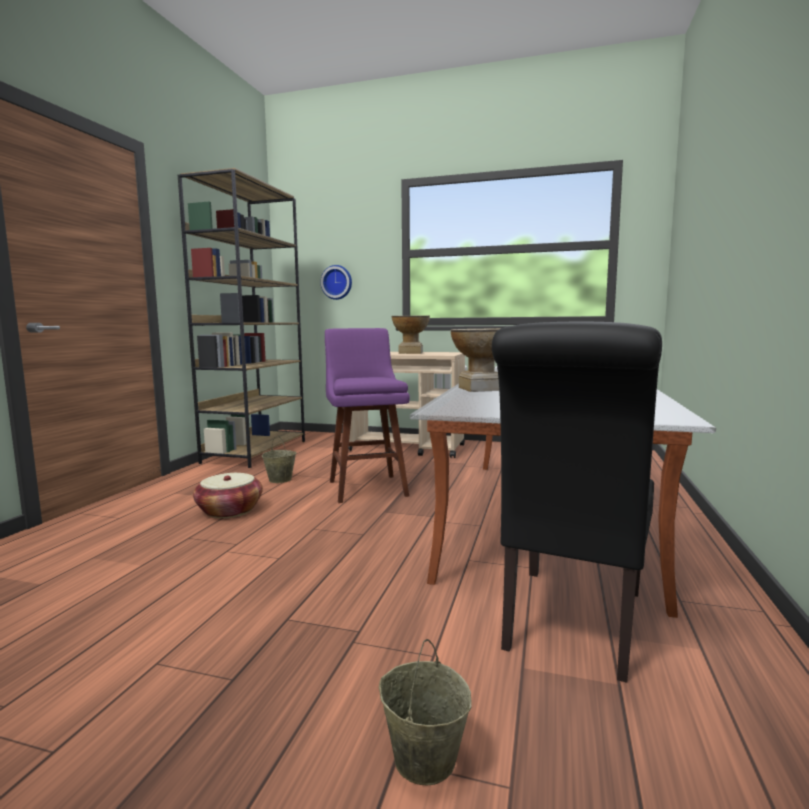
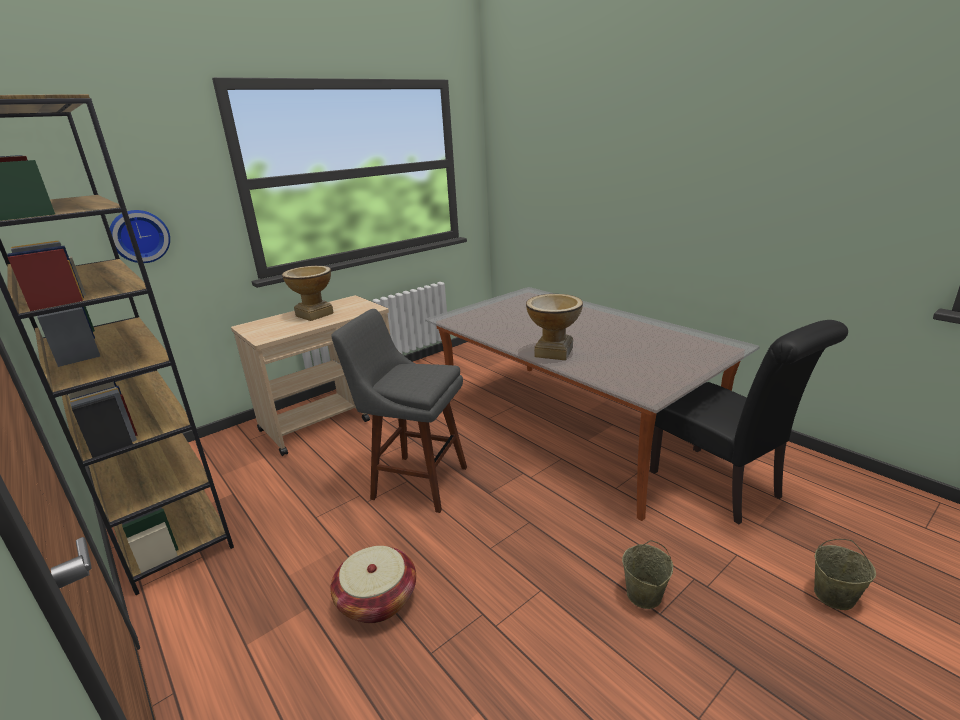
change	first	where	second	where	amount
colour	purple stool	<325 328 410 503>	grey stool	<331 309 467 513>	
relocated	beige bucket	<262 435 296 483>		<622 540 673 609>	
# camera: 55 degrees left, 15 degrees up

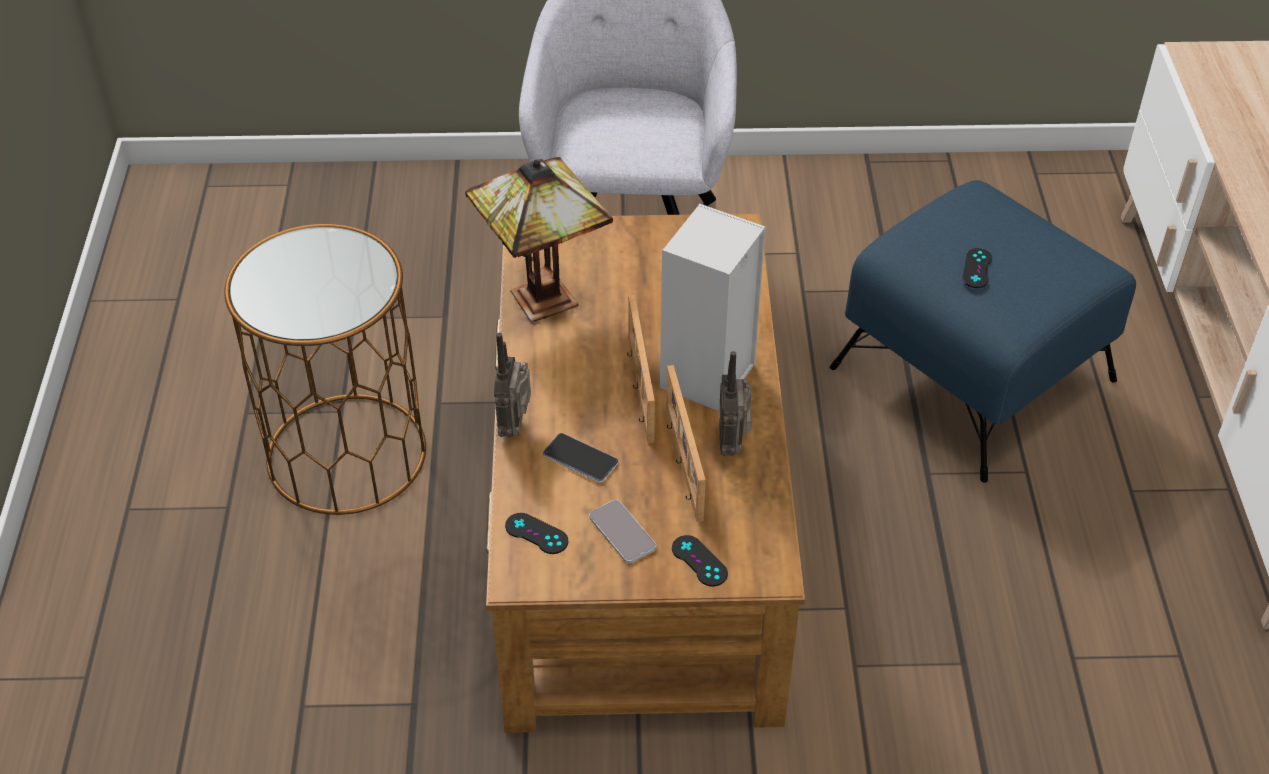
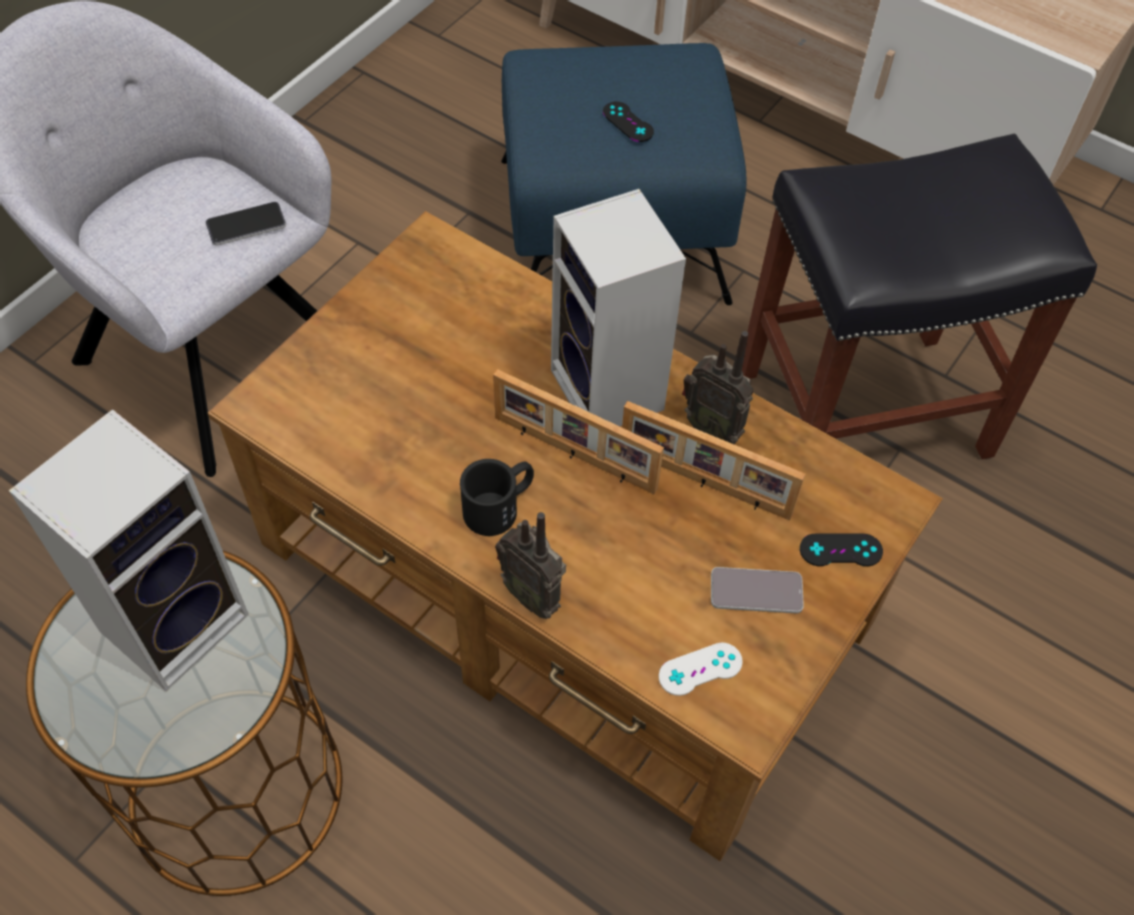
change	first	where	second	where	amount
missing	table lamp	<465 157 613 322>			
relocated	phone	<543 433 619 483>		<206 202 286 245>	
colour	black game controller	<505 513 568 554>	white game controller	<659 643 743 696>	
appeared			black stool	<742 133 1097 459>	
appeared			speaker	<9 409 249 691>	
appeared			black mug	<460 459 534 536>	
# camera: 55 degrees left, 10 degrees up

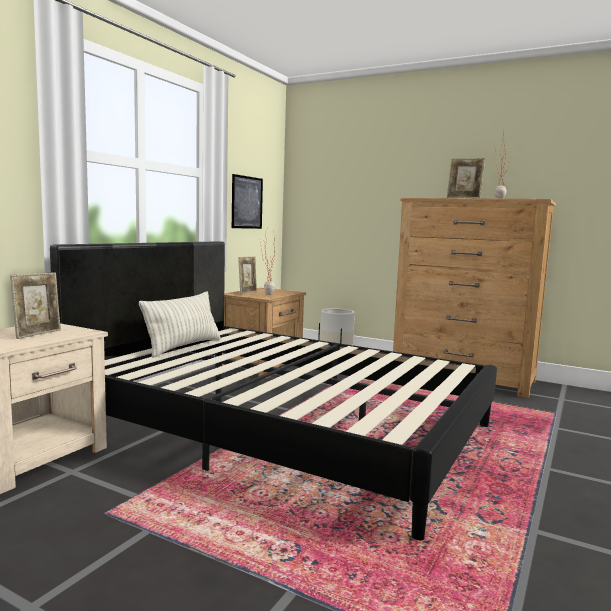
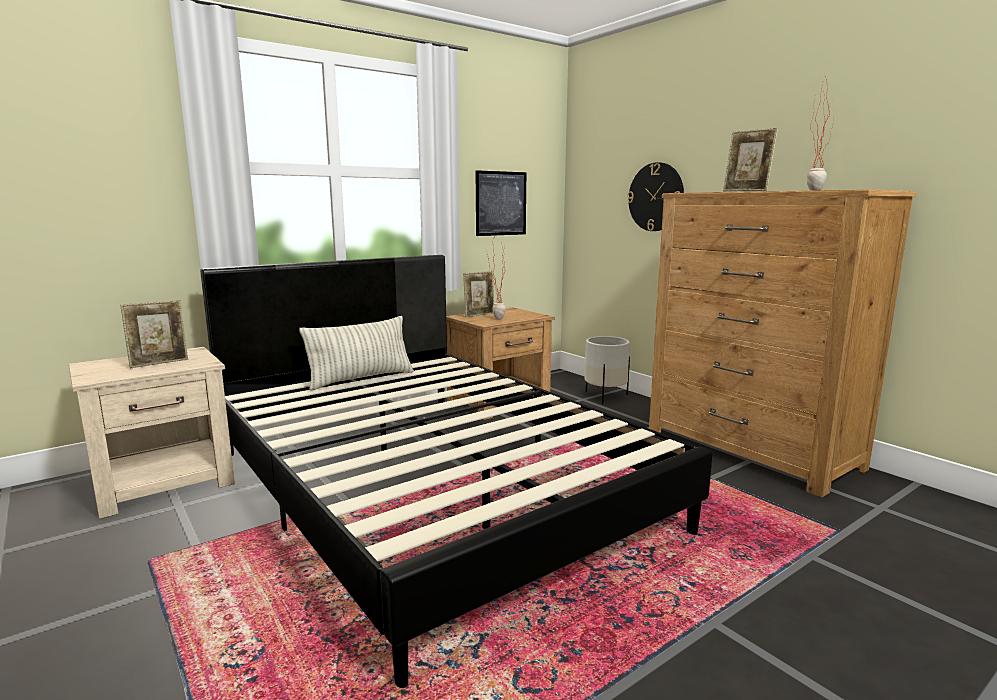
change	first	where	second	where	amount
appeared			wall clock	<627 162 684 231>	
# camera: 25 degrees right, 5 degrees up

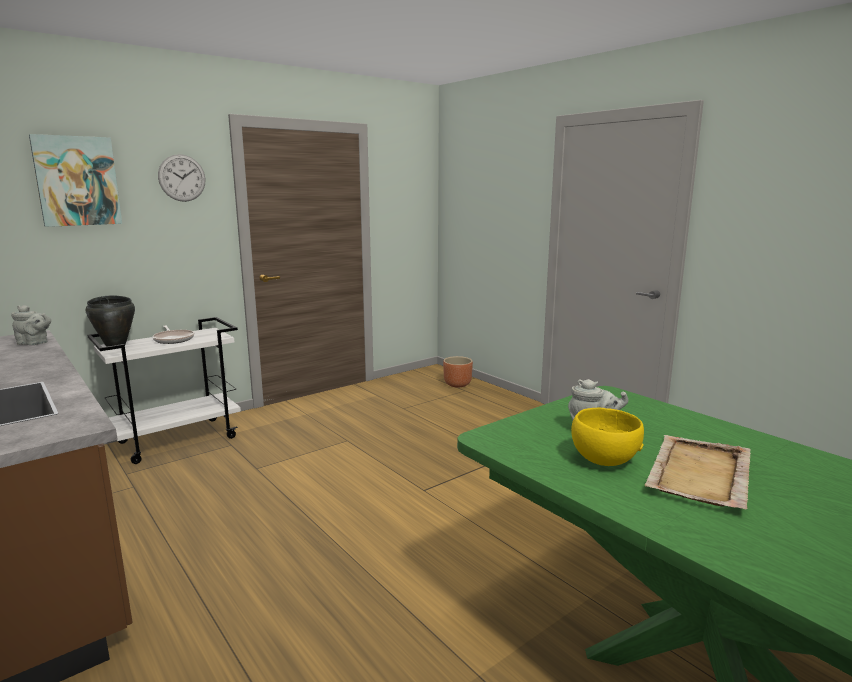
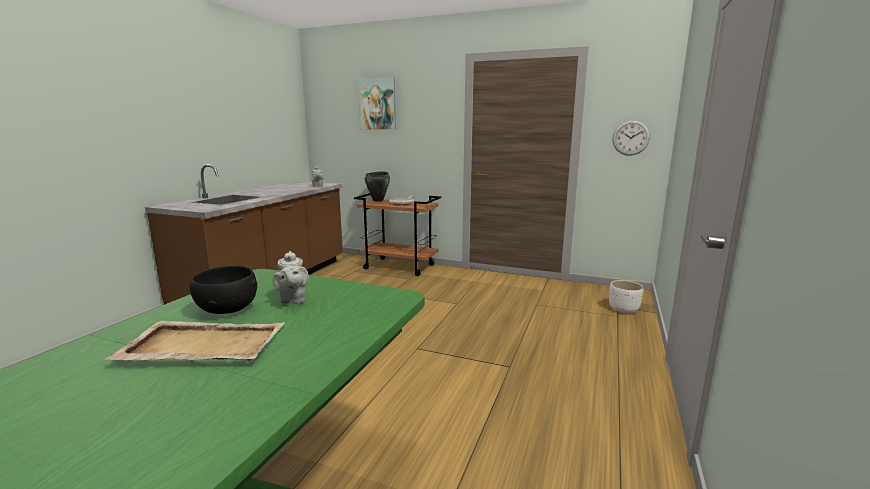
change	first	where	second	where	amount
relocated	wall clock	<158 154 205 202>		<612 120 650 156>	
colour	white cart	<88 317 241 464>	brown cart	<354 193 441 276>	
colour	brown planter	<443 356 473 387>	white planter	<609 280 643 314>	
colour	yellow bowl	<571 408 644 466>	black bowl	<189 266 257 314>	
# camera: 60 degrees right, 0 degrees up

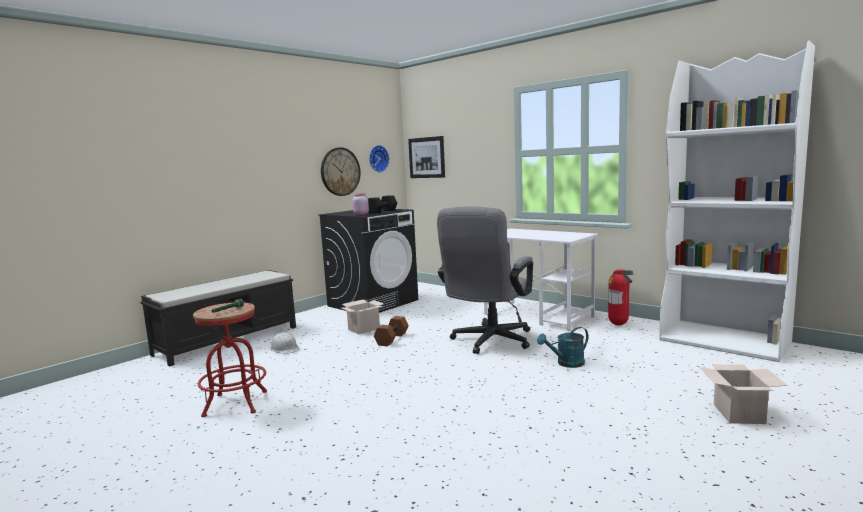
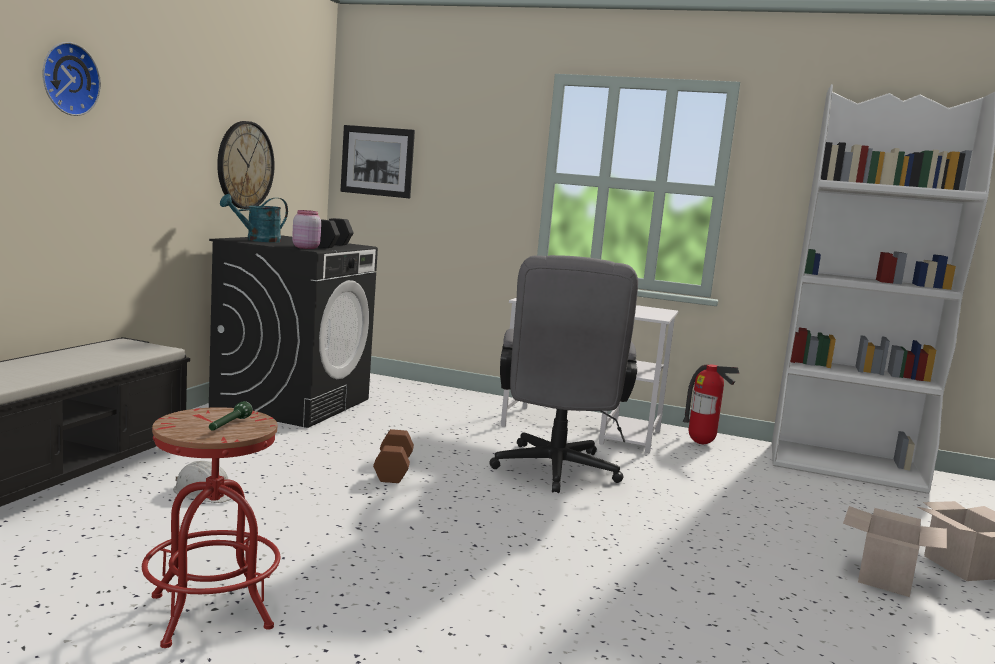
change	first	where	second	where	amount
relocated	wall clock	<369 145 389 172>		<42 42 101 116>	
relocated	cardboard box	<342 300 384 334>		<843 506 947 597>	
relocated	turquoise watering can	<537 327 588 368>		<220 194 288 242>	
# camera: 25 degrees left, 0 degrees up

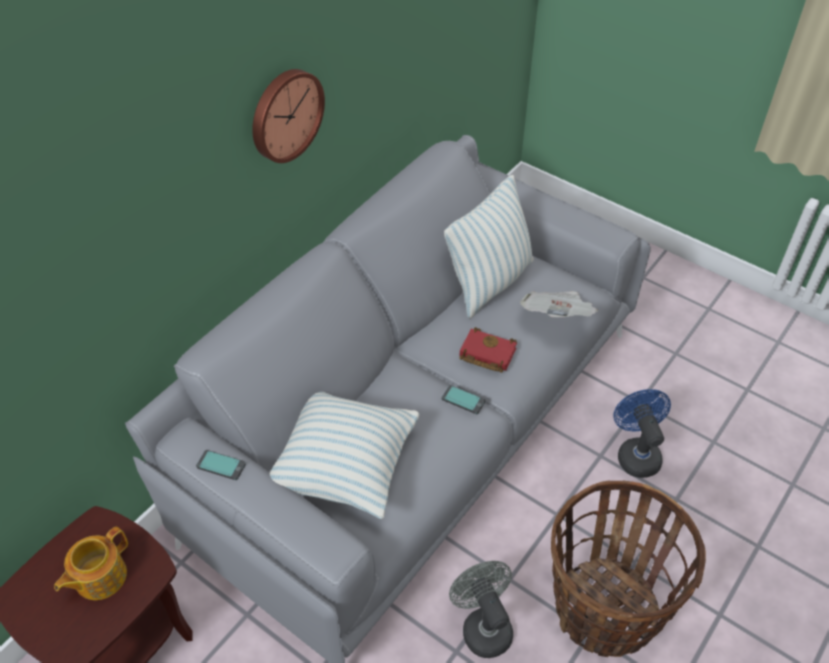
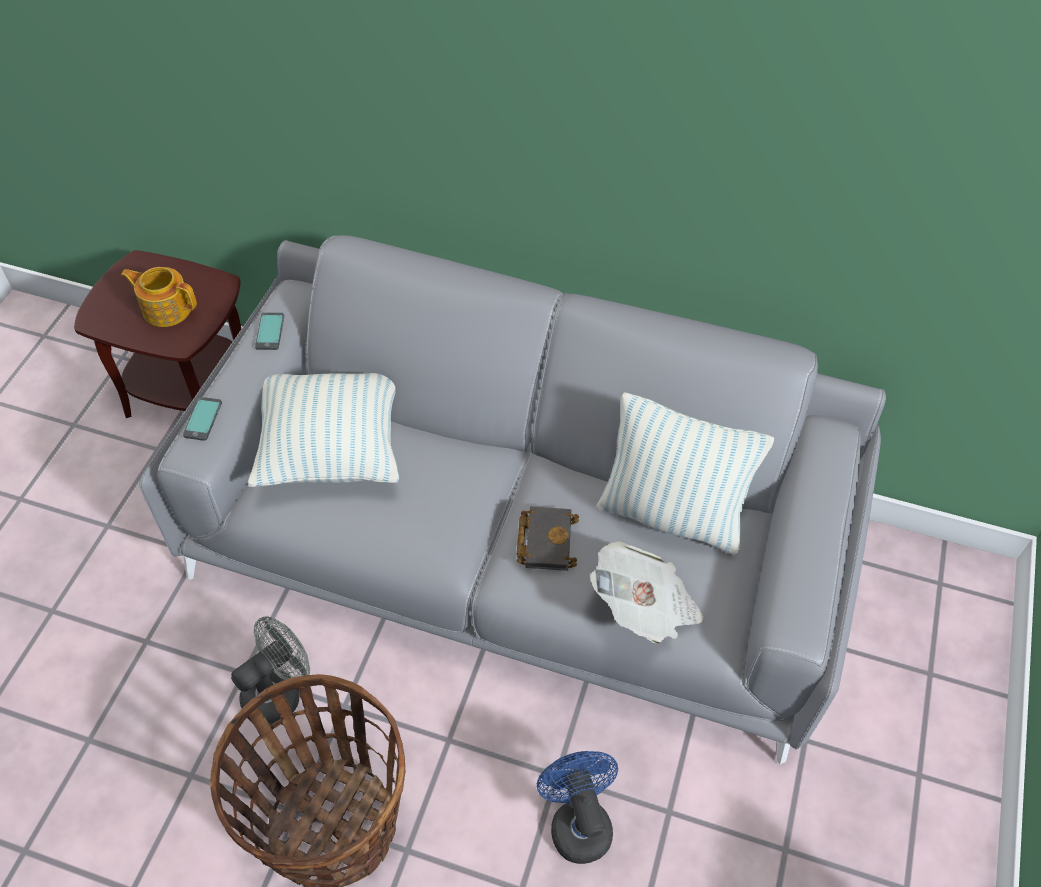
change	first	where	second	where	amount
missing	wall clock	<252 69 325 163>			
colour	red book	<459 327 517 373>	black book	<517 507 579 571>	
relocated	phone	<442 385 485 414>		<183 397 222 441>	
spun	blue fan	<613 389 671 478>		<537 751 618 864>	75 degrees counterclockwise
# camera: 70 degrees right, 5 degrees up

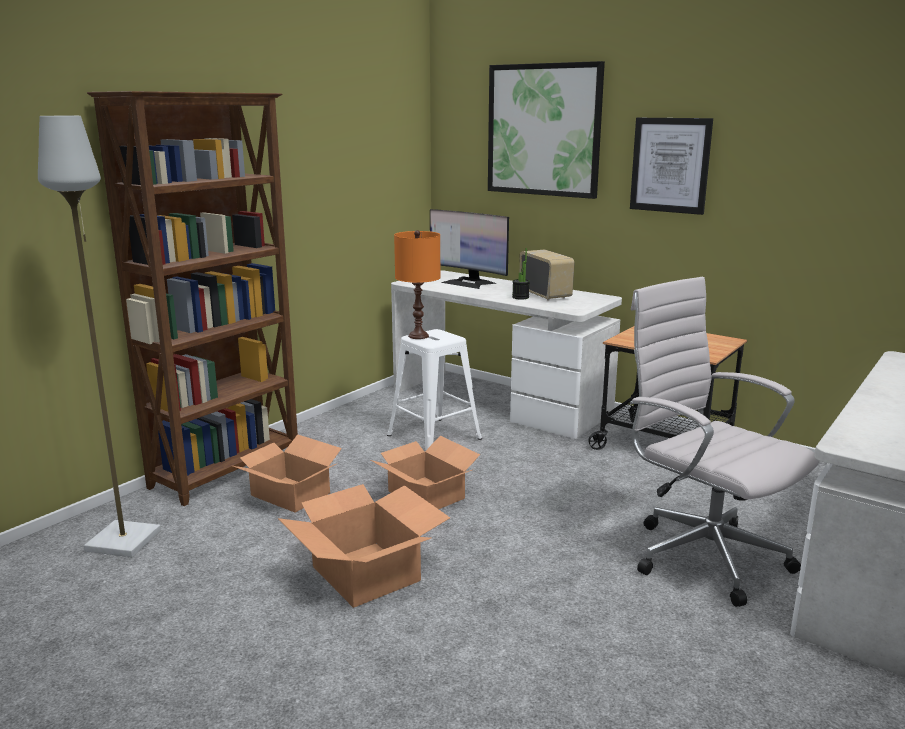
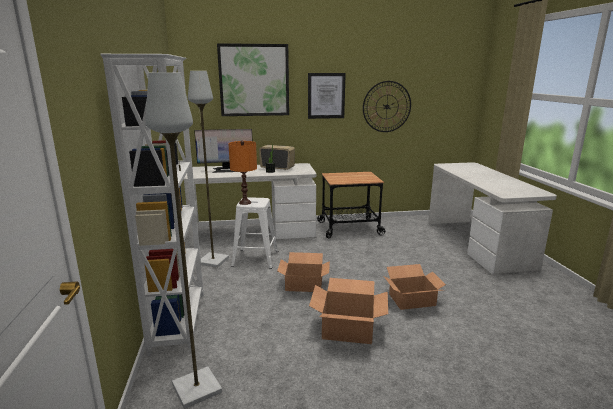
change	first	where	second	where	amount
colour	brown bookcase	<87 91 298 506>	white bookcase	<100 54 204 356>	
missing	white office chair	<630 277 820 607>			
relocated	cardboard box	<233 434 342 513>		<384 264 446 310>	
appeared			grey floor lamp	<188 71 229 268>	
appeared			wall clock	<363 81 411 132>	
# camera: 45 degrees left, 0 degrees up

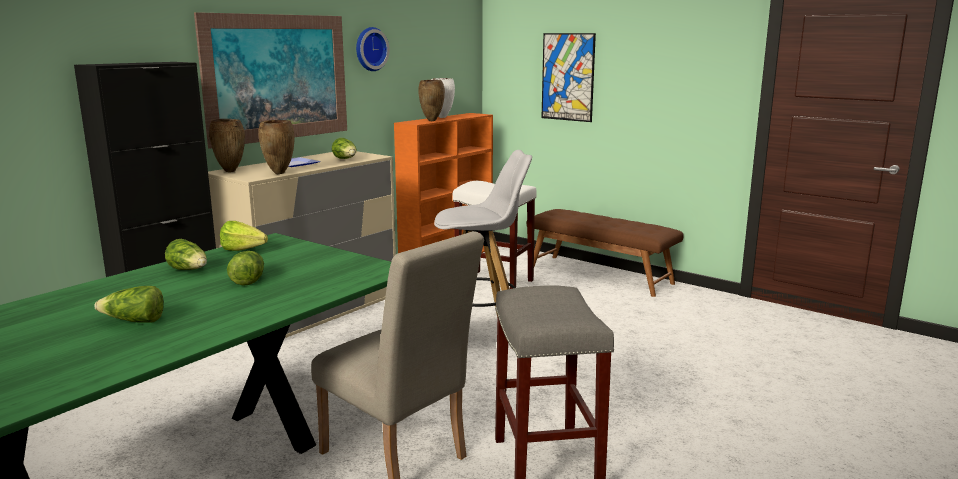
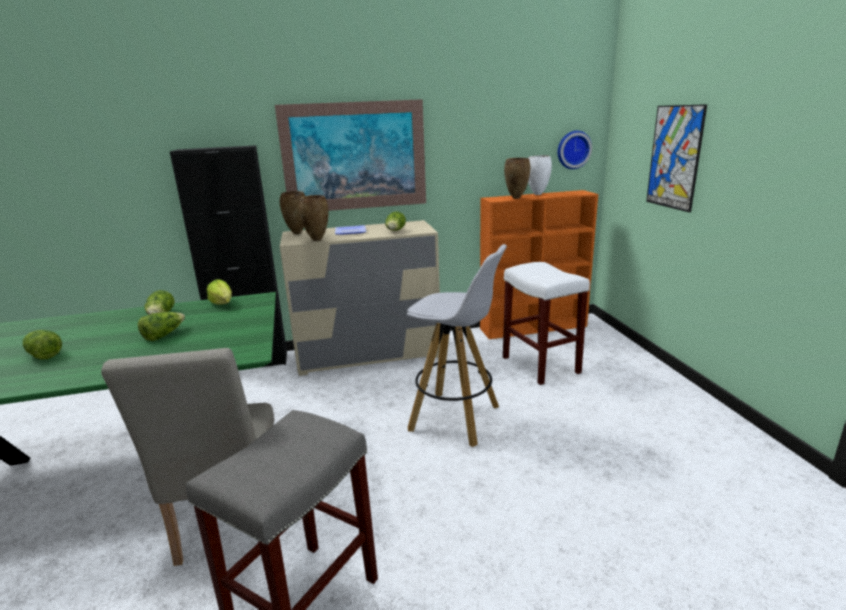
change	first	where	second	where	amount
relocated	wall clock	<356 27 390 71>		<558 131 592 169>	
missing	brown bench	<534 209 684 297>			
# camera: 40 degrees right, 5 degrees up

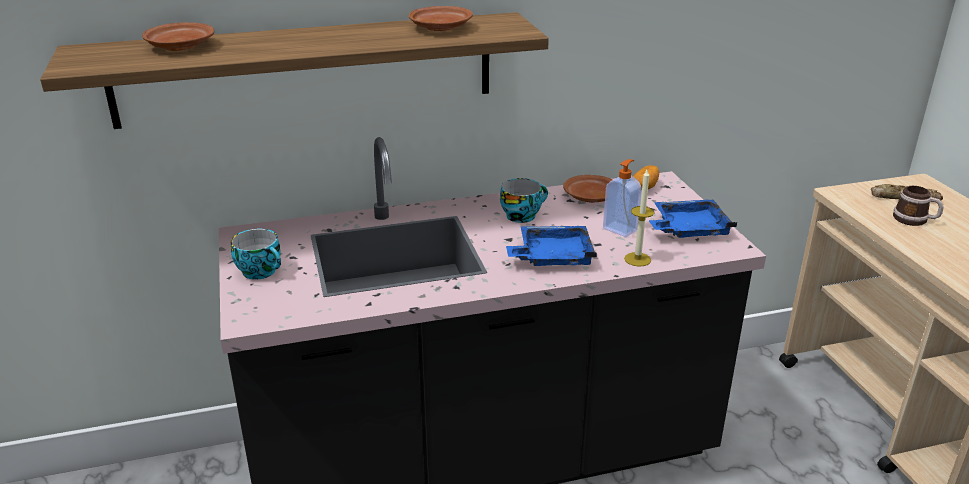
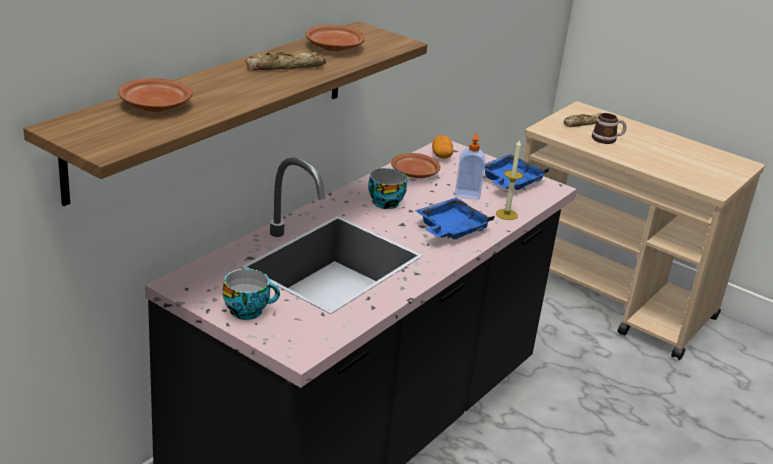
change	first	where	second	where	amount
appeared			bread	<245 52 326 70>	
# camera: 40 degrees left, 0 degrees up

